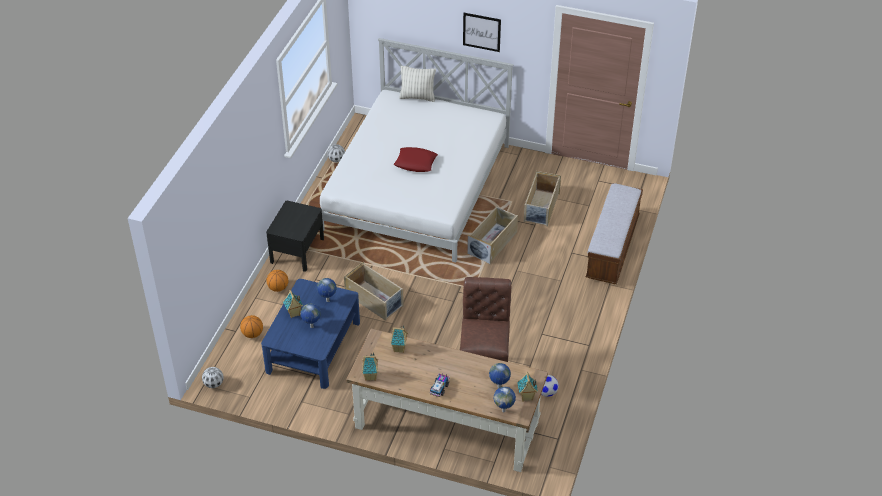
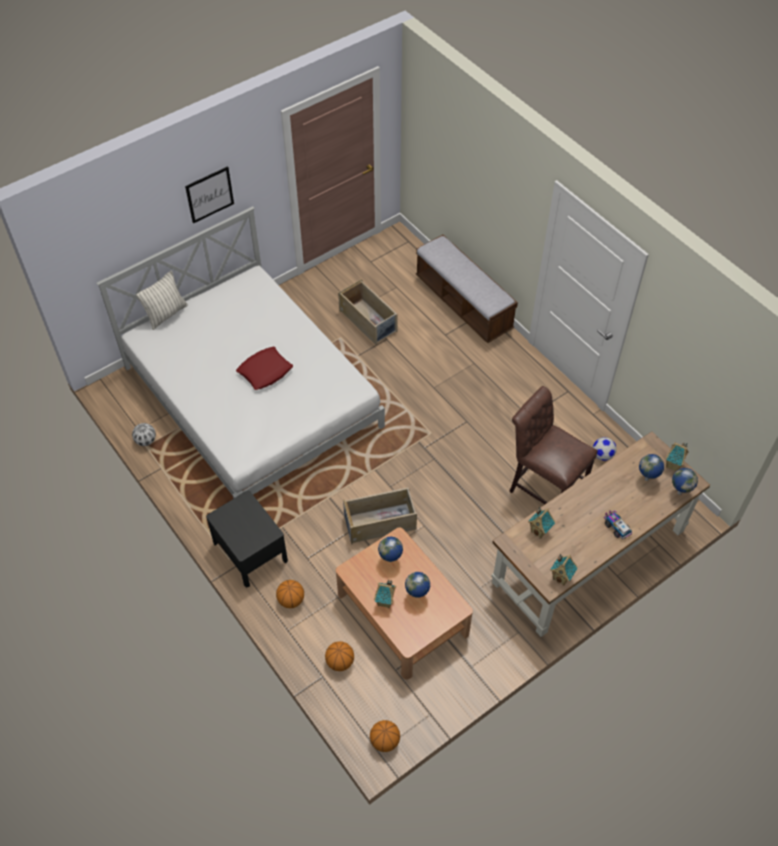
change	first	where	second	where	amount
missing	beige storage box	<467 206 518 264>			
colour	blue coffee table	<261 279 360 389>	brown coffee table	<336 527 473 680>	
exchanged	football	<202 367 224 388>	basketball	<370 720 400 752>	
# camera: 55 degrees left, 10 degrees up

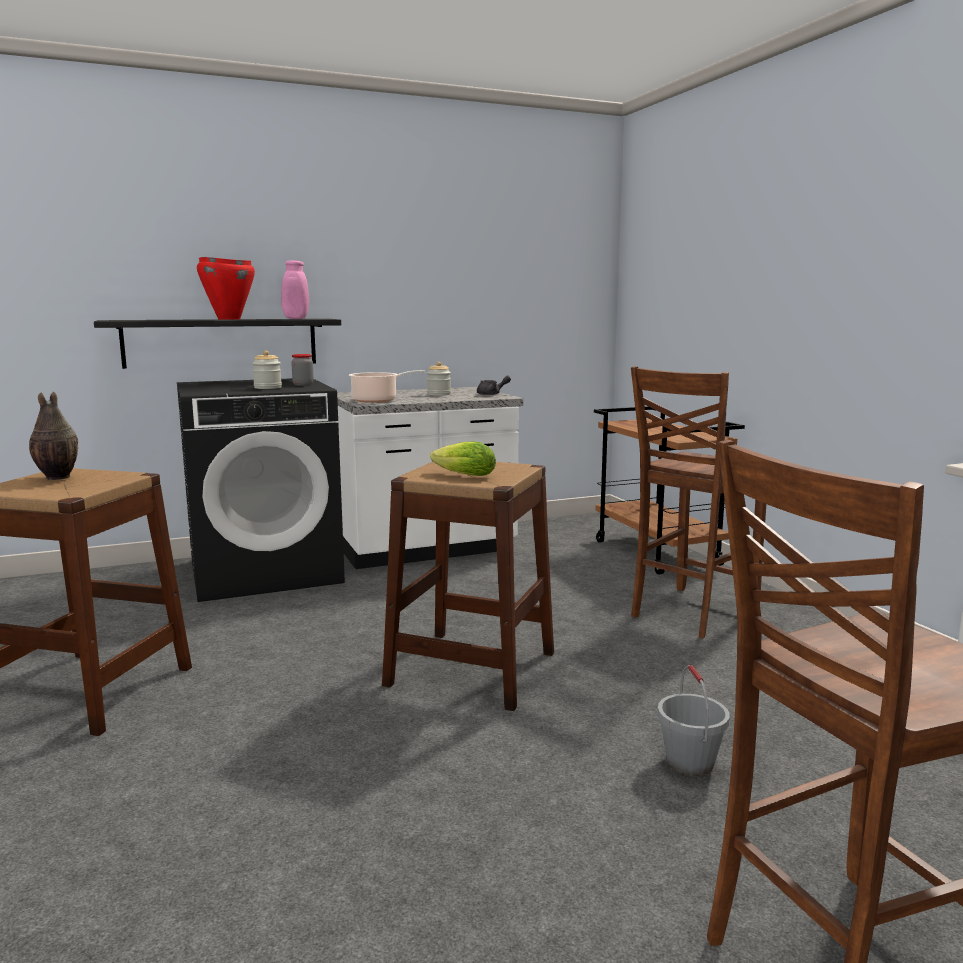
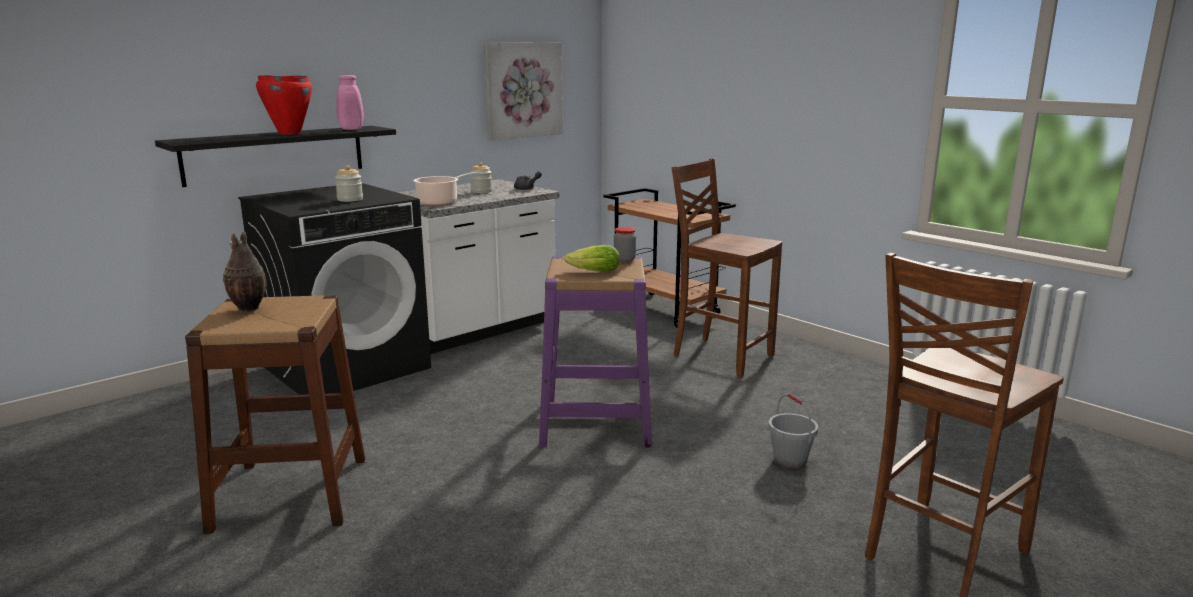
change	first	where	second	where	amount
relocated	jar	<291 354 314 386>		<614 227 636 262>	
spun	brown chair	<631 366 766 638>		<672 159 782 377>	105 degrees clockwise
colour	brown stool	<382 462 554 711>	purple stool	<539 256 652 448>	
appeared			picture	<484 42 563 140>	
# camera: 20 degrees left, 5 degrees up

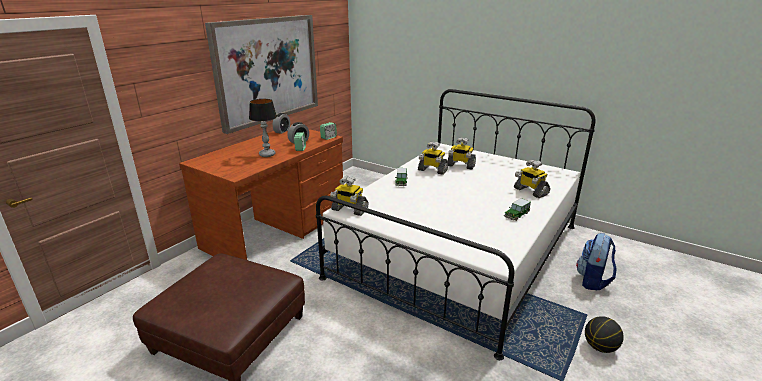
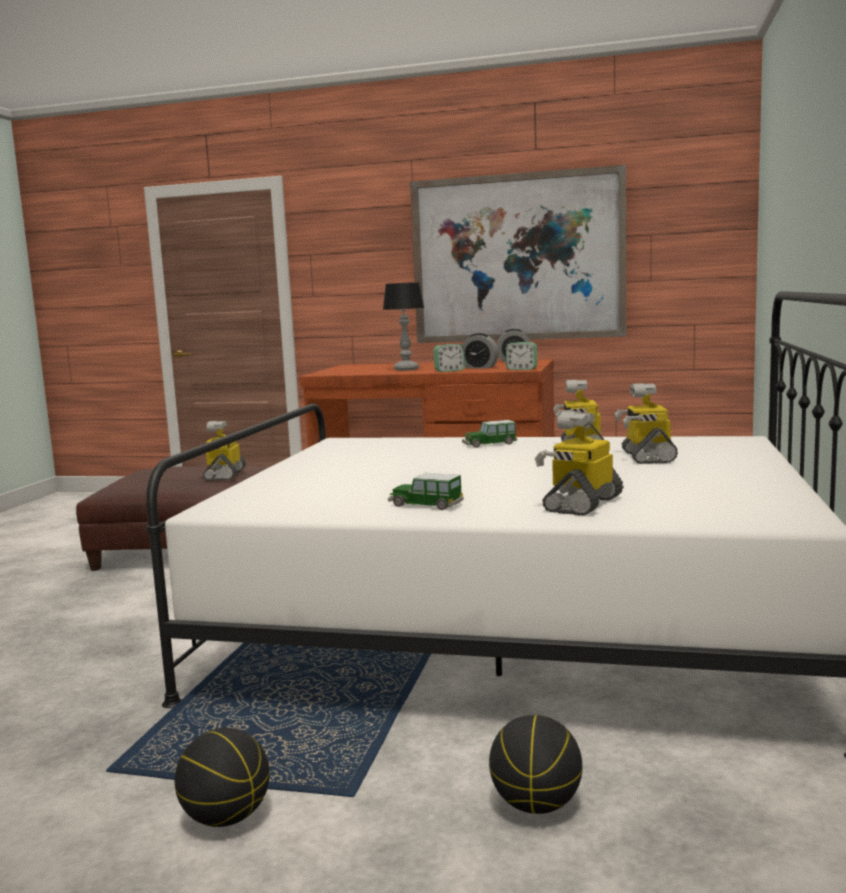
change	first	where	second	where	amount
relocated	toy robot	<330 176 369 216>		<203 421 246 481>	
exchanged	backpack	<576 233 616 291>	basketball	<489 715 582 814>	
# camera: 70 degrees right, 15 degrees down

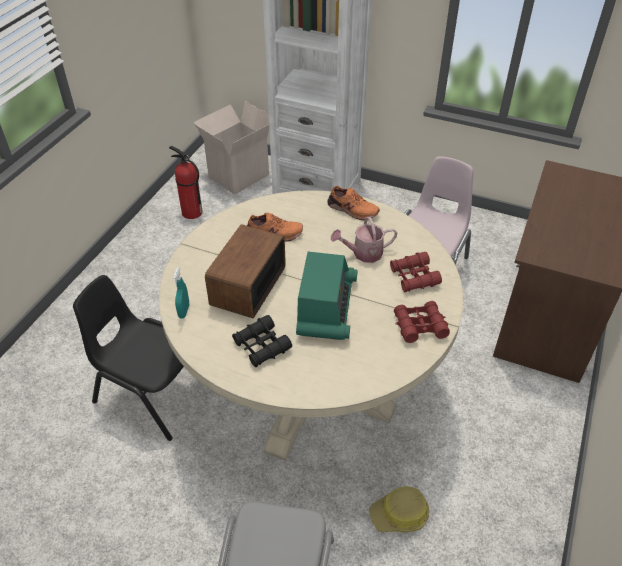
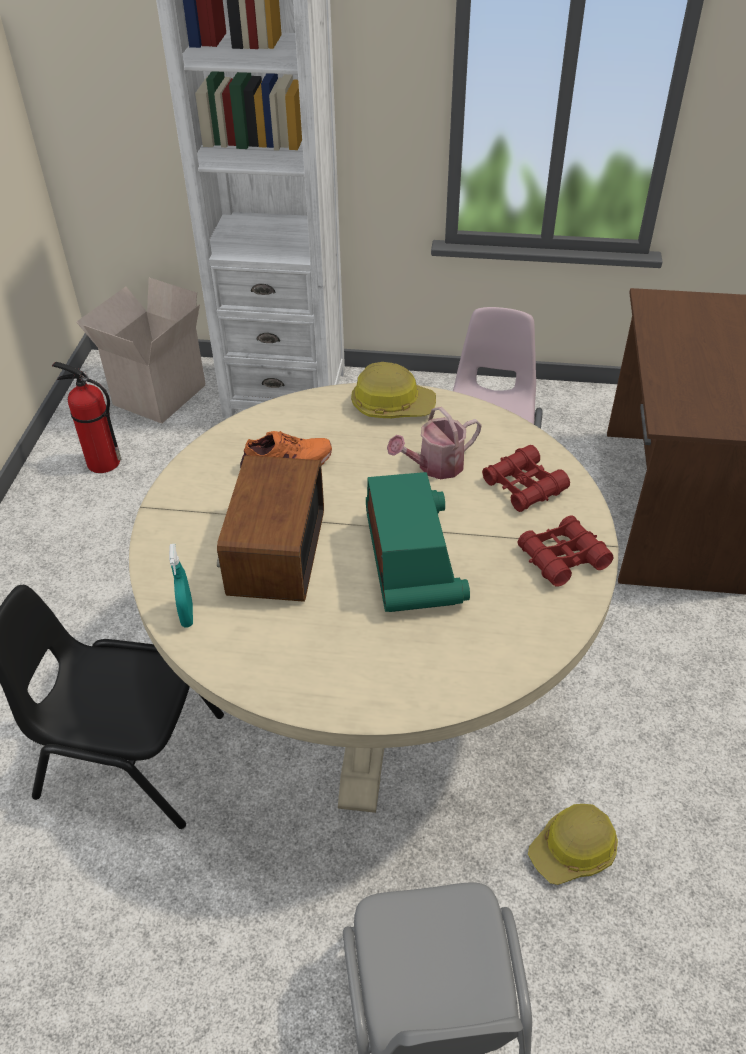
change	first	where	second	where	amount
exchanged	orange shoe	<327 186 380 220>	hard hat	<351 362 436 418>	
missing	black binoculars	<232 315 292 367>			
# camera: 15 degrees left, 0 degrees up

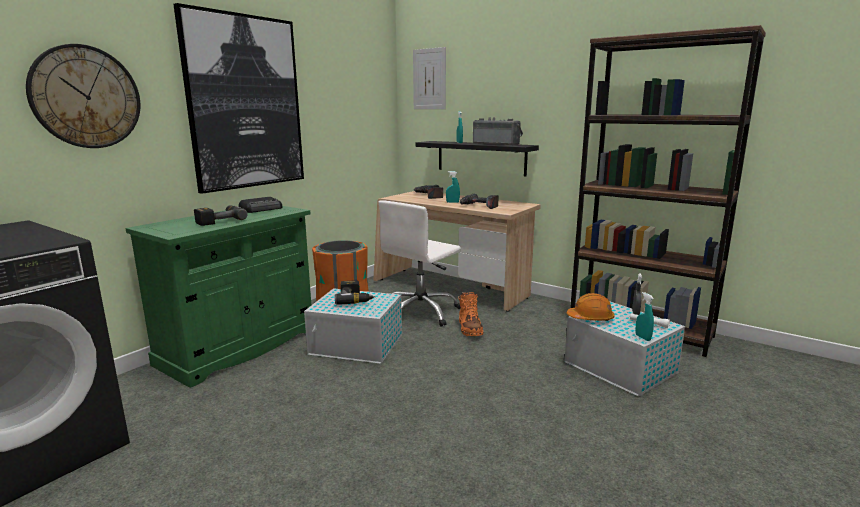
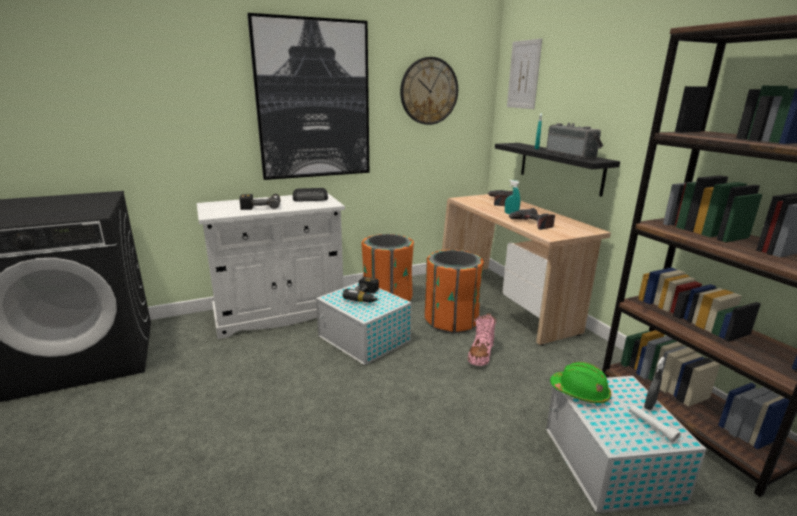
change	first	where	second	where	amount
relocated	wall clock	<26 44 140 148>		<400 57 458 125>	
exchanged	white office chair	<379 200 461 327>	orange trash can	<425 249 484 333>	
colour	green cabinet	<125 206 311 388>	white cabinet	<197 193 345 339>	
colour	orange boot	<459 292 484 336>	pink boot	<468 313 496 366>	
missing	turquoise spray bottle	<635 292 654 341>			
colour	orange hard hat	<567 293 615 321>	green hard hat	<550 362 611 403>	
# camera: 30 degrees right, 5 degrees up

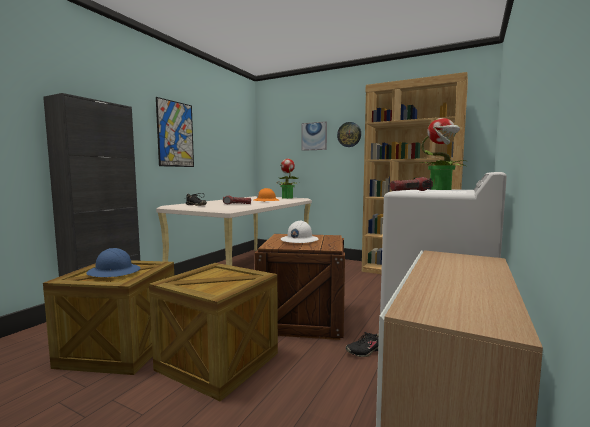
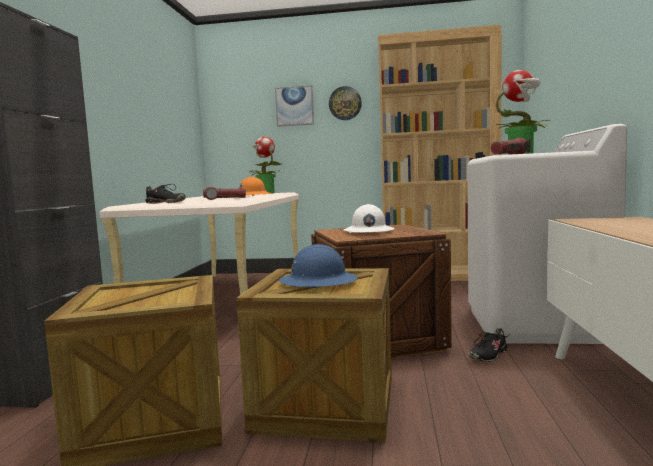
change	first	where	second	where	amount
missing	picture	<156 97 194 167>			
relocated	blue hard hat	<87 248 140 277>		<279 244 358 288>	
# camera: 20 degrees left, 0 degrees up

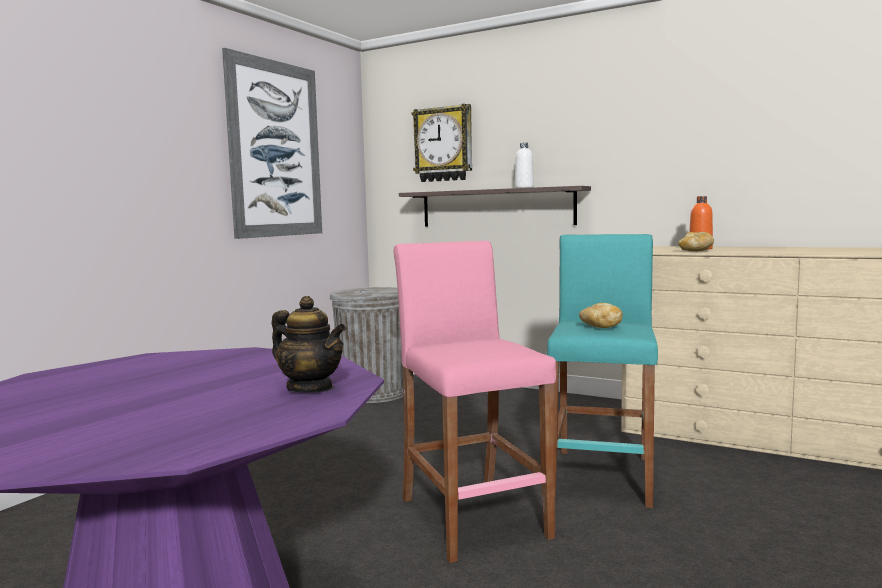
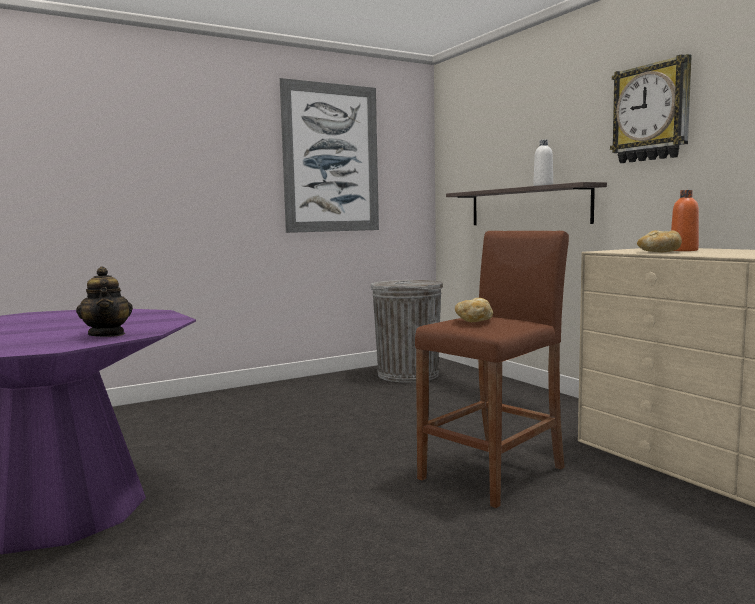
change	first	where	second	where	amount
relocated	wall clock	<412 104 472 182>		<610 54 692 163>	
colour	turquoise stool	<547 234 658 508>	brown stool	<415 231 569 508>	
missing	pink stool	<394 241 556 563>			
# camera: 30 degrees right, 0 degrees up

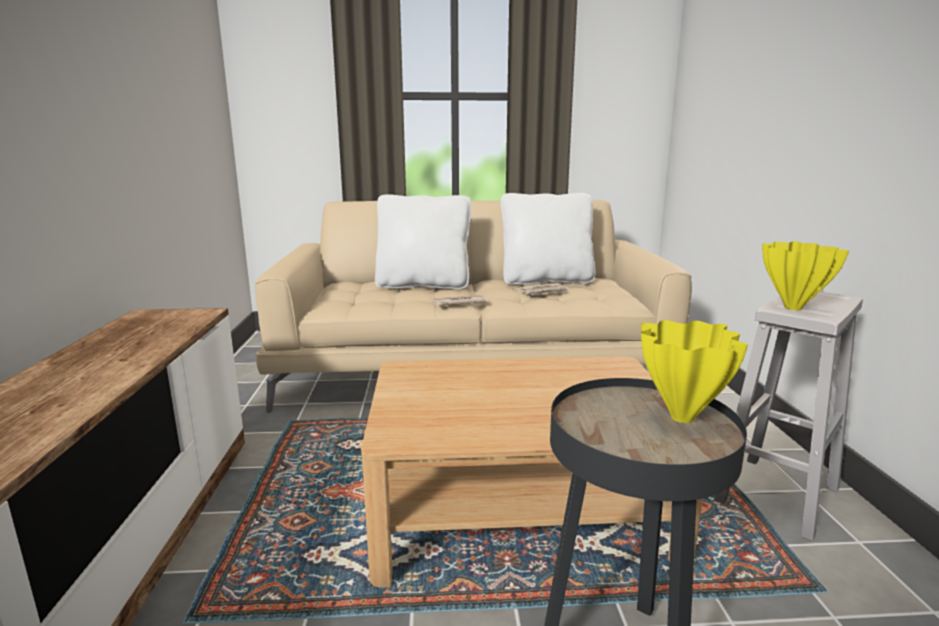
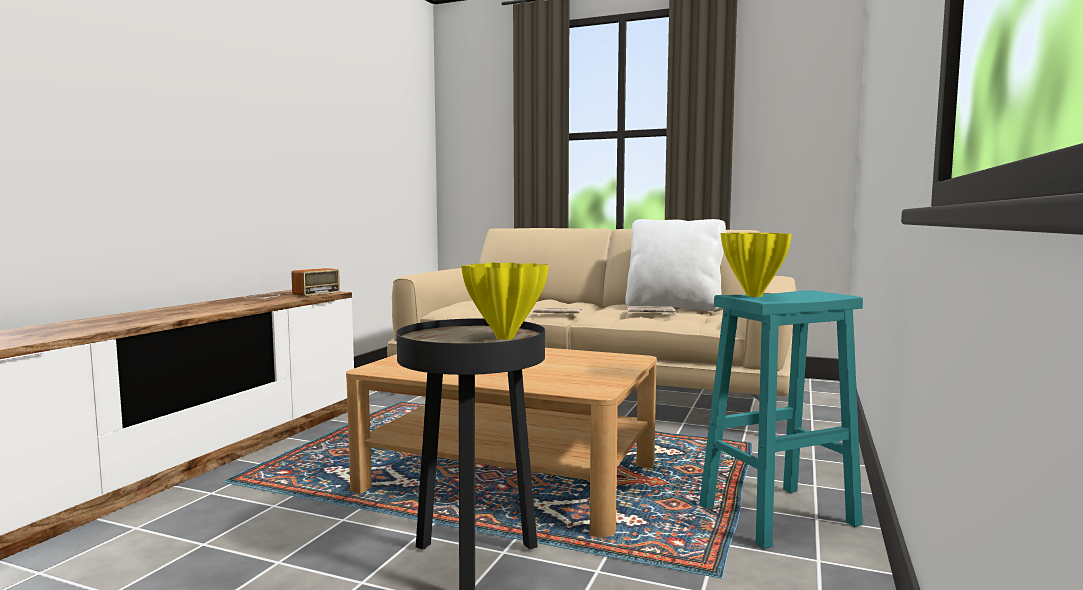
change	first	where	second	where	amount
missing	white pillow	<375 194 471 289>			
colour	white stool	<714 292 863 541>	turquoise stool	<699 290 863 549>	
appeared			radio	<243 268 340 299>	
# camera: 25 degrees right, 10 degrees down

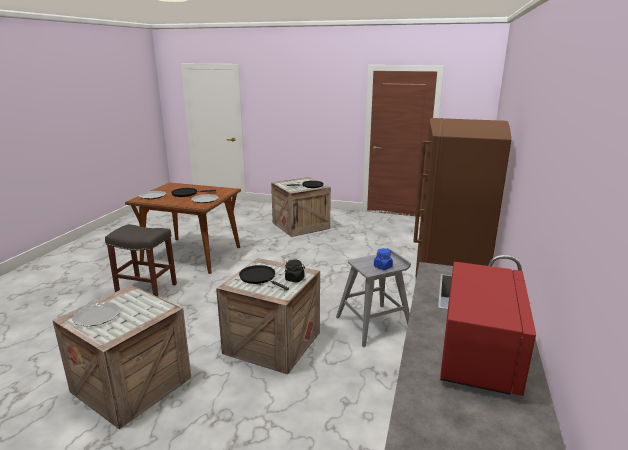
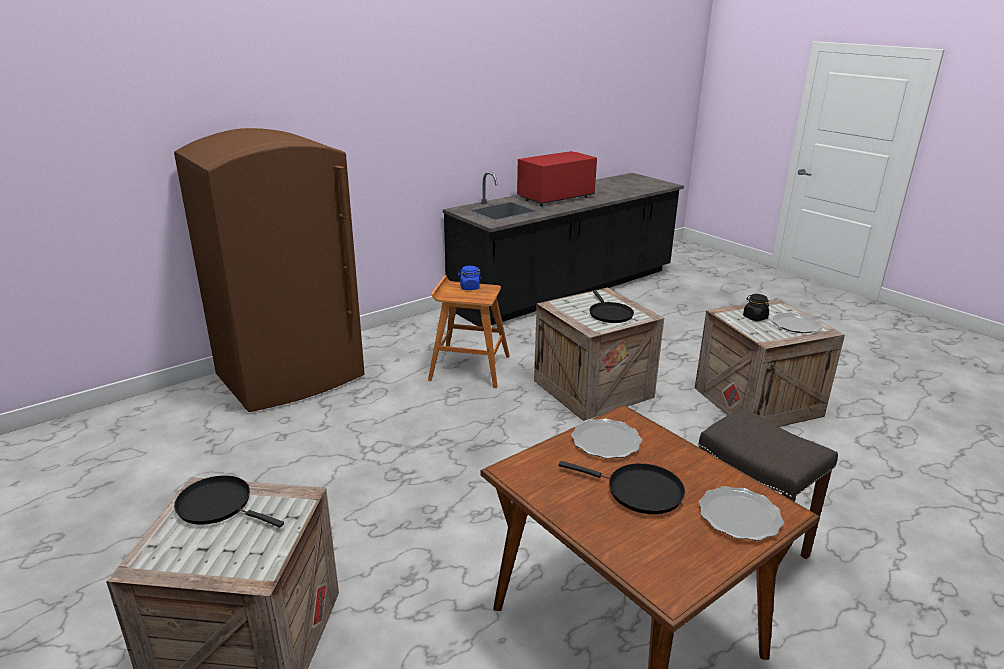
change	first	where	second	where	amount
colour	grey stool	<336 248 411 347>	brown stool	<428 275 510 388>	
relocated	black jar	<285 259 305 283>		<743 294 769 321>	
# camera: 145 degrees left, 5 degrees up

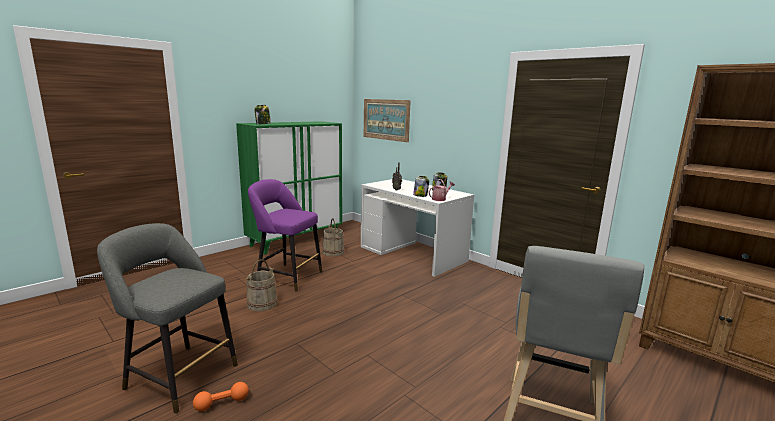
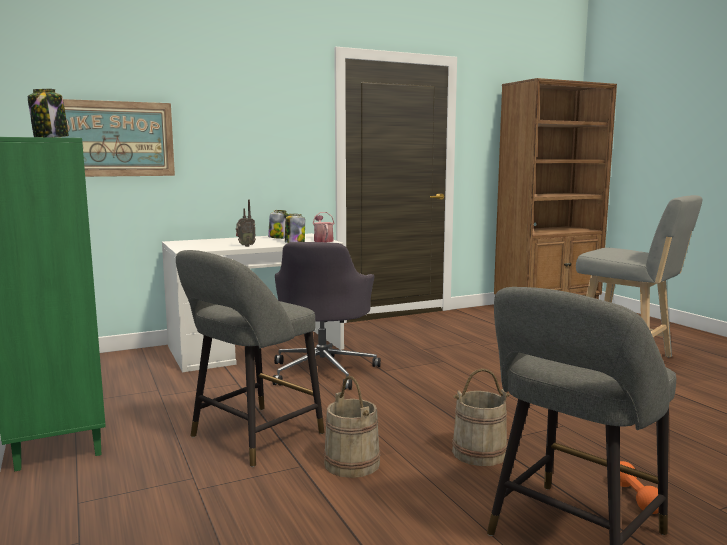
change	first	where	second	where	amount
colour	purple stool	<248 179 322 292>	grey stool	<176 250 324 467>	
relocated	beige bucket	<322 218 344 257>		<452 368 510 466>	
appeared			grey office chair	<272 242 381 390>	
# camera: 70 degrees left, 5 degrees down

